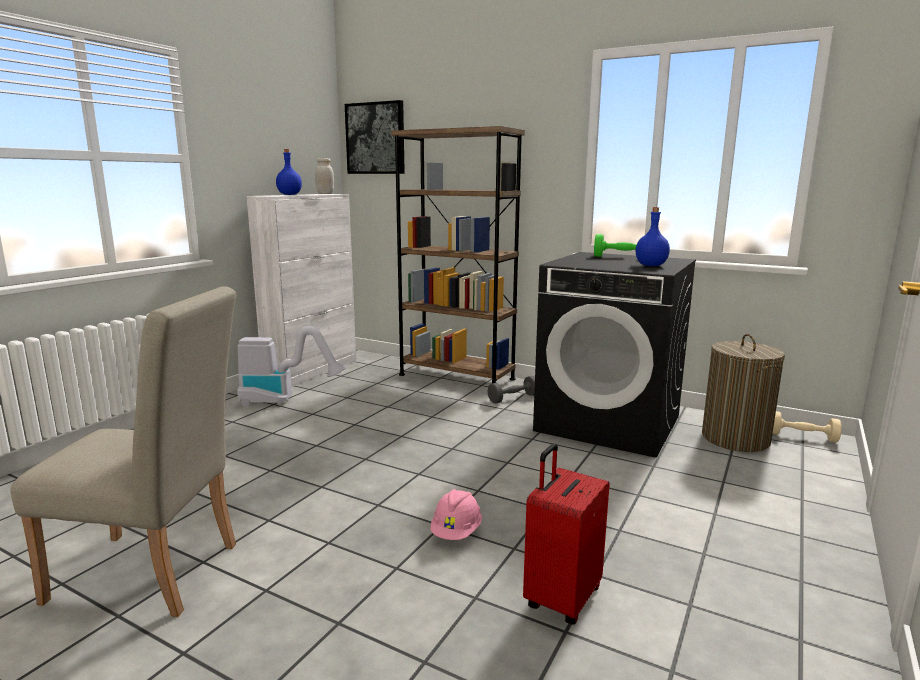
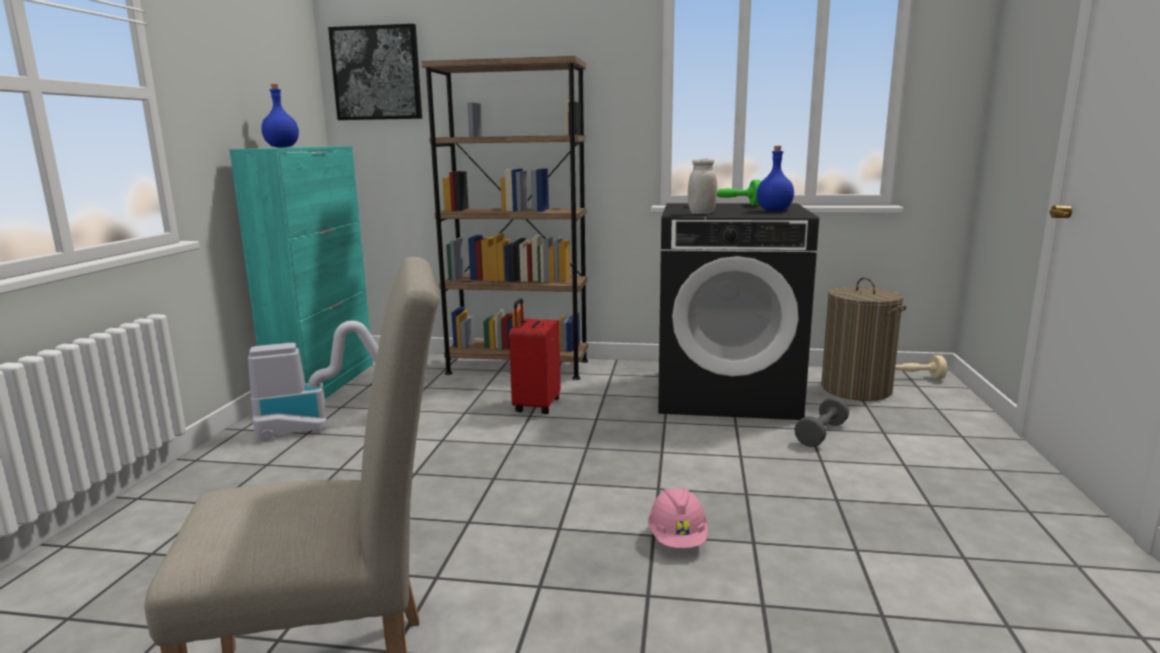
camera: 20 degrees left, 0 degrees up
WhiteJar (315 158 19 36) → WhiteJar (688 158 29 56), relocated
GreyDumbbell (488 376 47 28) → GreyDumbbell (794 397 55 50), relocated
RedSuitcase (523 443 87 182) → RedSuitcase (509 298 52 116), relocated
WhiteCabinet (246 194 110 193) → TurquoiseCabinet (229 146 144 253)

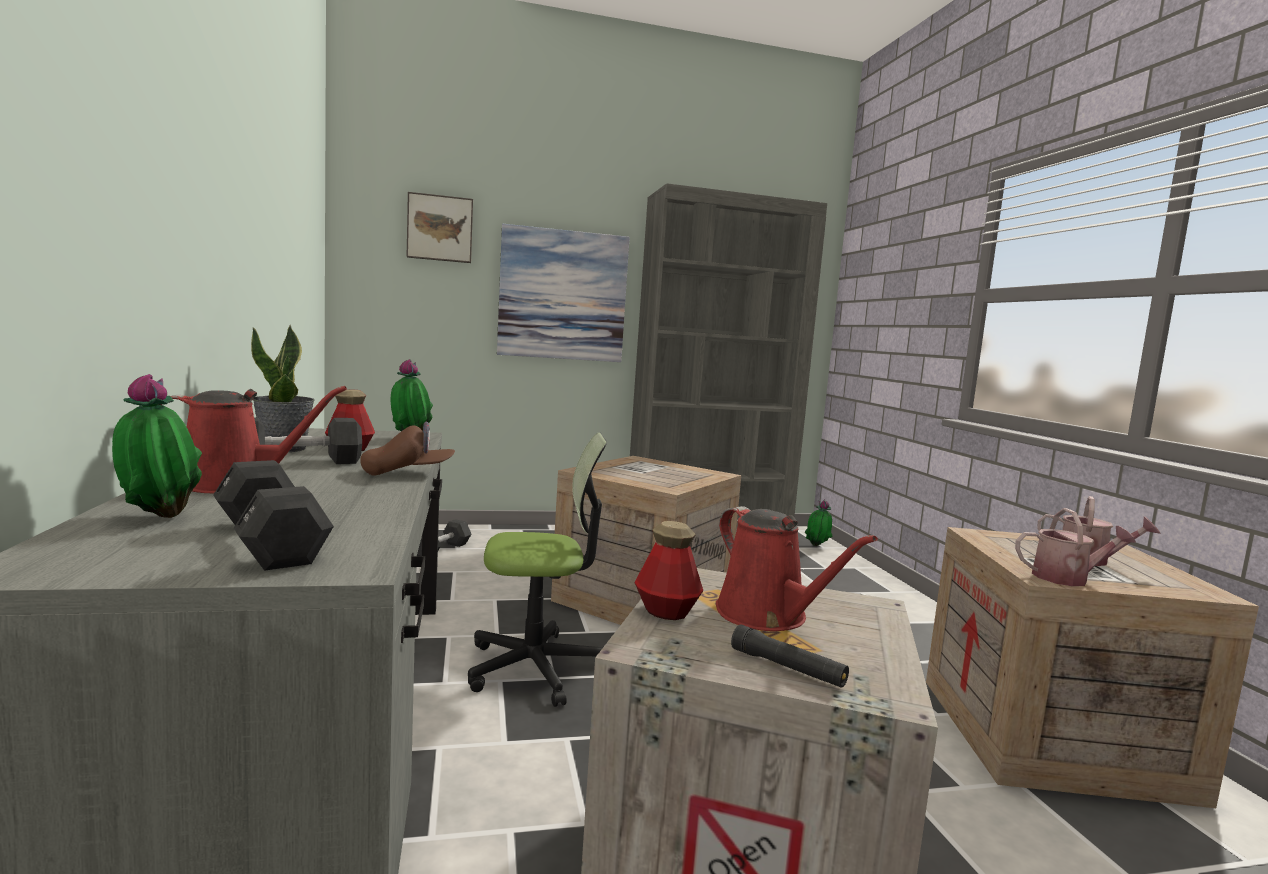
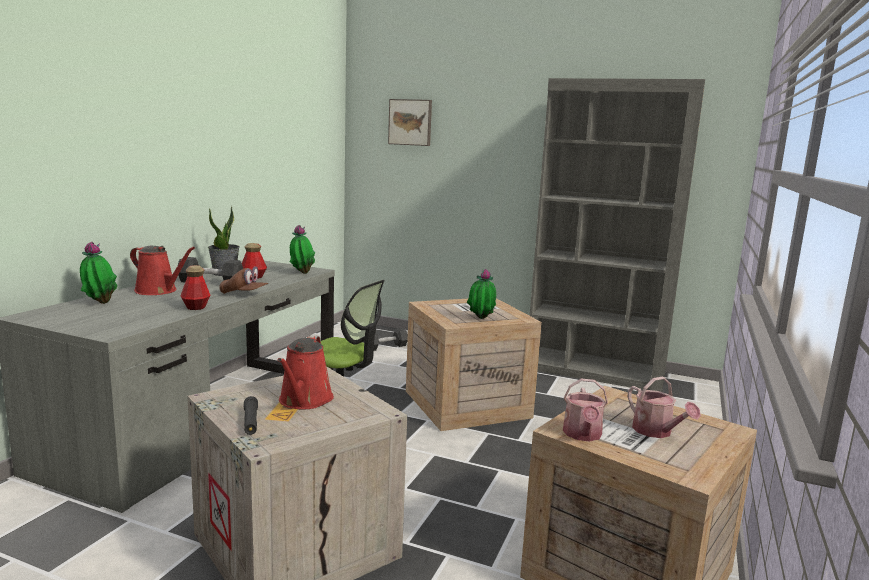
camera: 35 degrees right, 5 degrees up
BlackDumbbell (213 460 121 111) → -
Picture (497 224 133 138) → -
Bottle (634 521 69 99) → Bottle (180 265 30 45), relocated
PottedPlant (805 500 28 46) → PottedPlant (467 269 29 50), relocated
WateringCan (1015 508 121 78) → WateringCan (563 379 45 62), 60 degrees clockwise

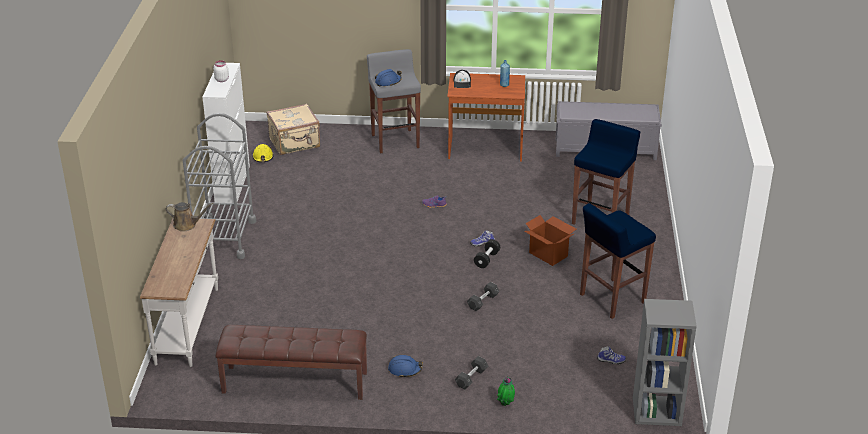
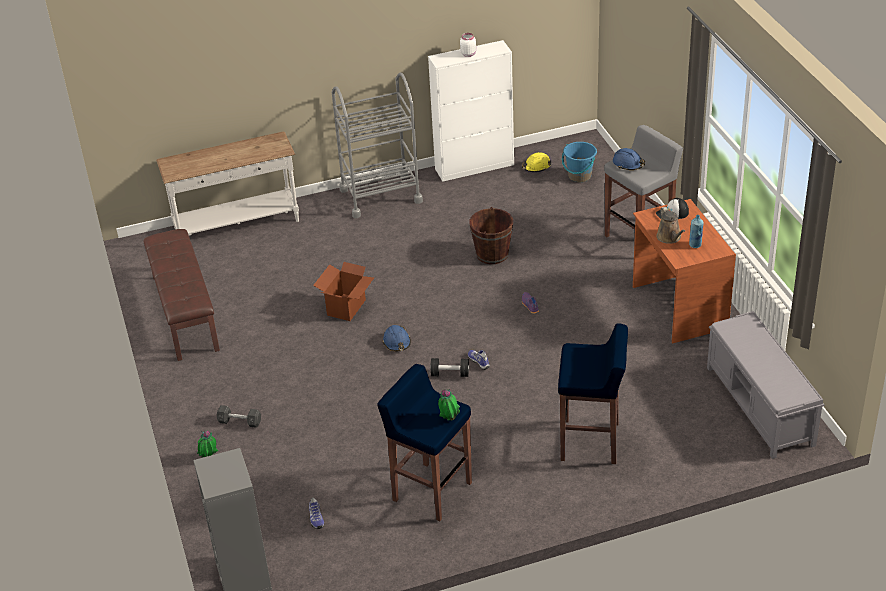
camera: 70 degrees right, 5 degrees up
GreyDumbbell (467 282 33 29) → -
- → PottedPlant (438 389 22 32)
- → BrownBucket (469 207 44 57)
BrownWateringCan (165 202 48 30) → BrownWateringCan (656 207 29 37), relocated
BlueHardHat (388 355 35 23) → BlueHardHat (383 325 28 26), relocated
CardboardBox (524 215 52 51) → CardboardBox (313 262 61 59), relocated
BeigeSuitcase (266 103 54 52) → BlueBucket (562 142 35 40)

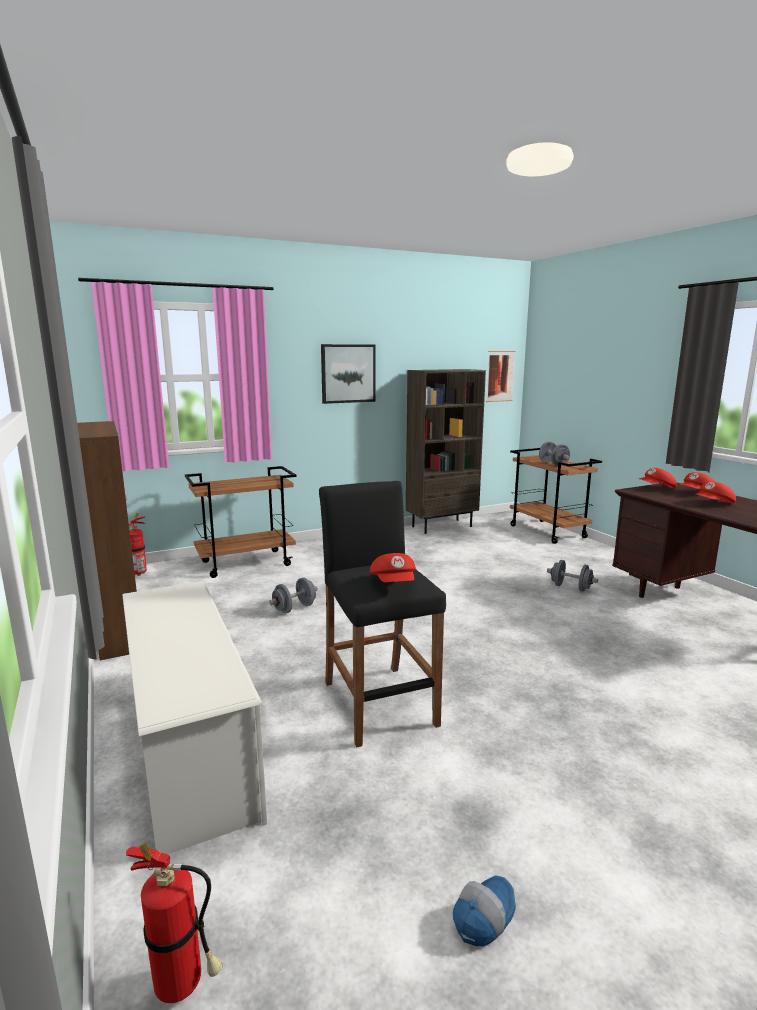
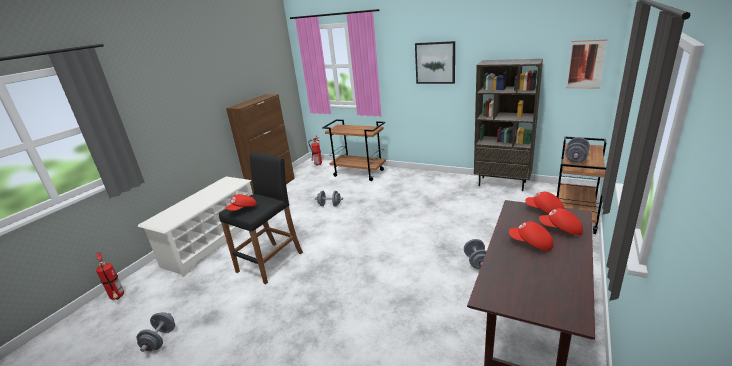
camera: 55 degrees right, 10 degrees up
Cap (453 875 63 71) → GreyDumbbell (137 312 38 40)

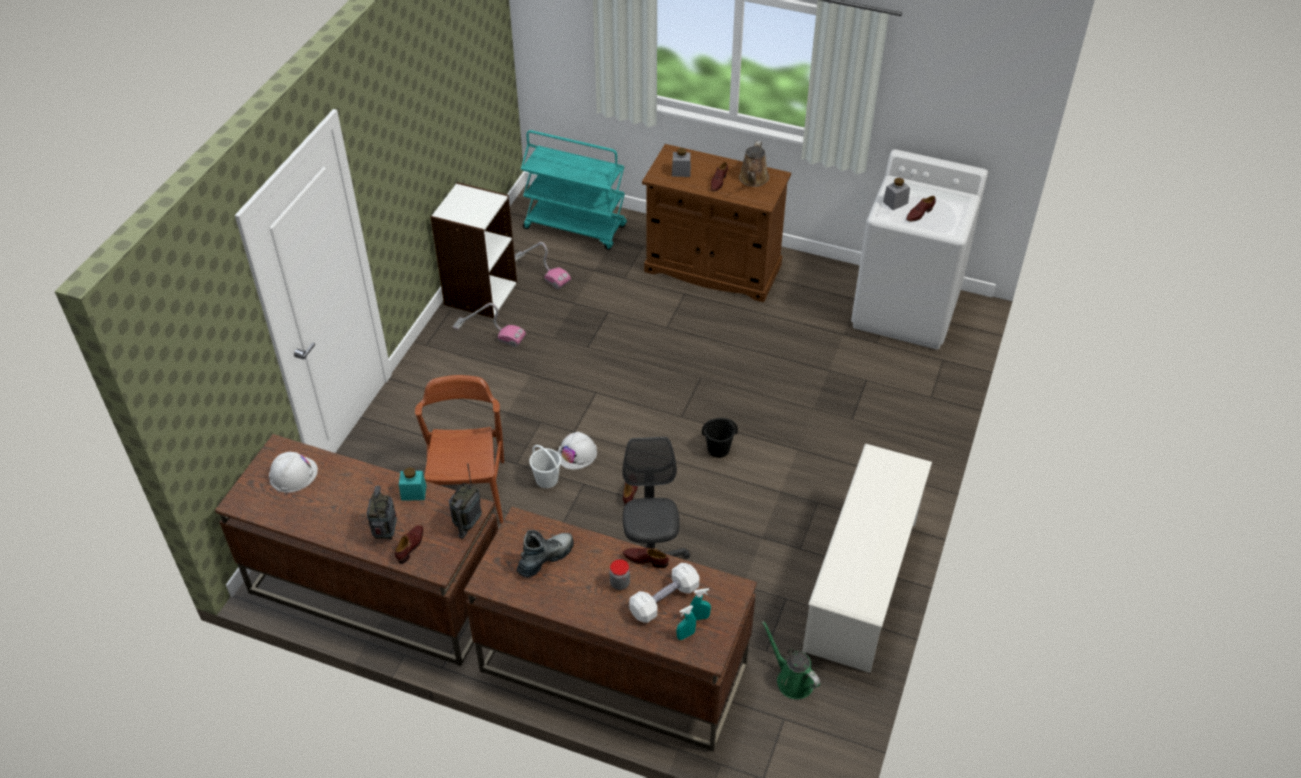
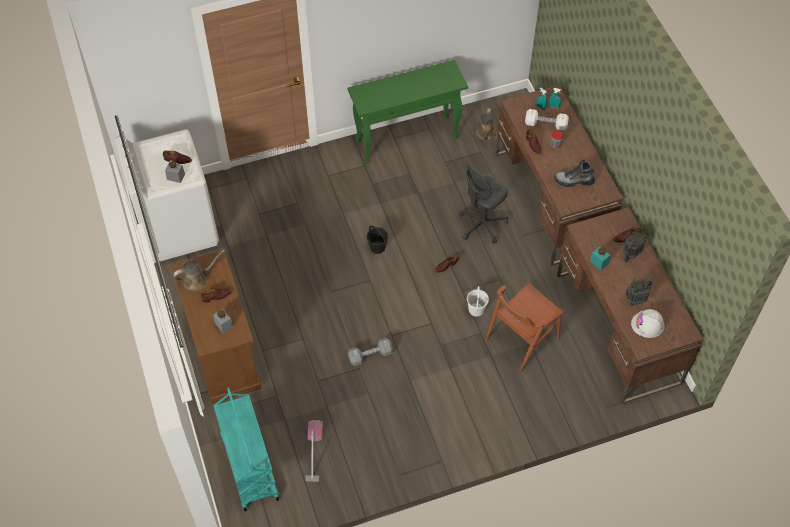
camera: 130 degrees left, 10 degrees up
WhiteBookcase (430 182 87 136) → -
VacuumCleaner (453 303 73 44) → -
WhiteHardHat (558 432 39 38) → -
- → GreyDumbbell (348 338 45 28)
Radio (449 463 33 76) → Radio (626 277 28 28), relocated
WhiteShoeRack (802 444 130 229) → GreenConsoleTable (348 60 120 104)
GreenWateringCan (762 621 58 78) → BrownWateringCan (476 109 21 32)

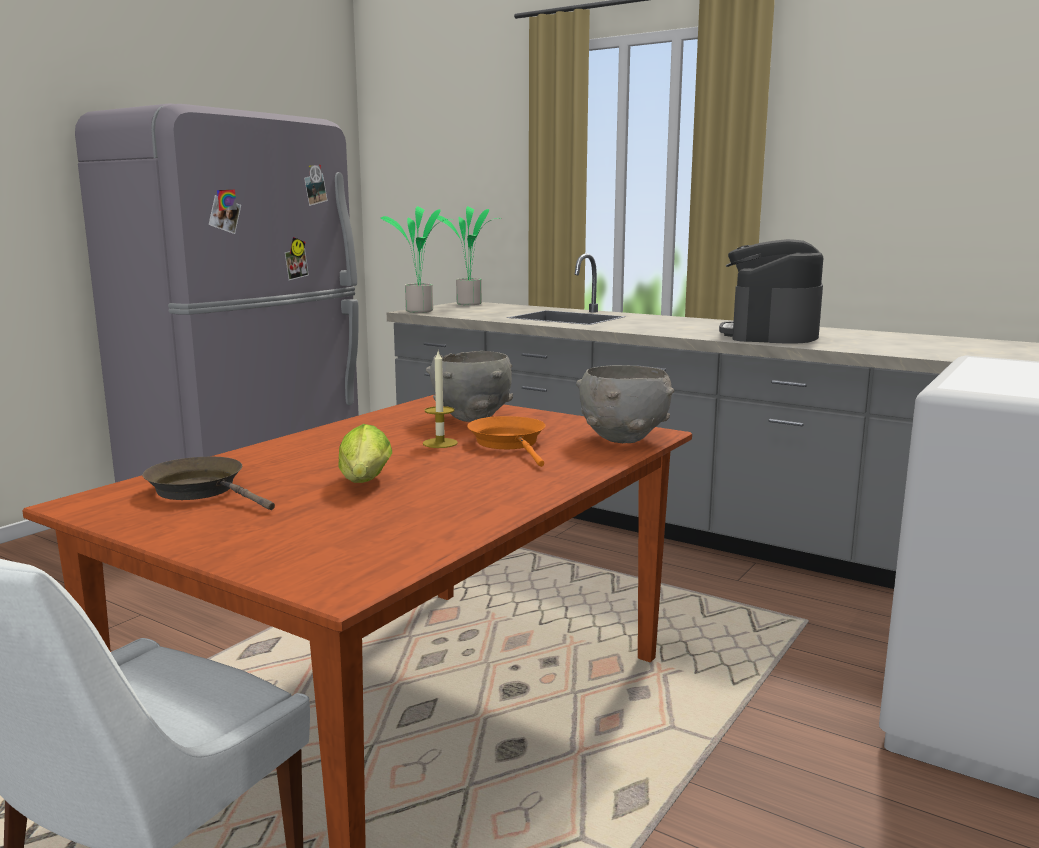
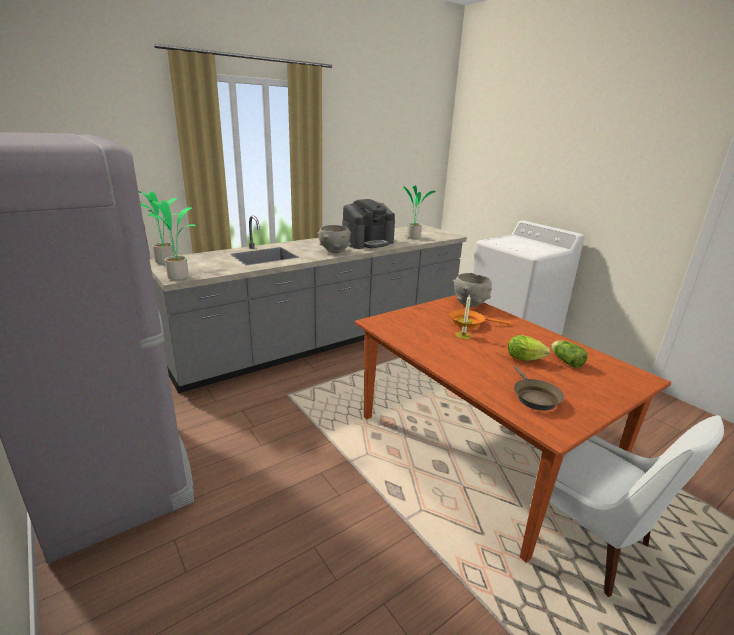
camera: 70 degrees left, 10 degrees up
- → PottedPlant (401 186 35 53)
- → Lettuce (551 341 37 27)
GreyBowl (426 351 87 71) → GreyBowl (317 225 34 28), relocated
BrownFryingPan (143 457 132 53) → BrownFryingPan (514 366 50 45), 60 degrees counterclockwise
CoffeeMachine (719 239 104 105) → CoffeeMachine (342 199 53 50), 75 degrees counterclockwise

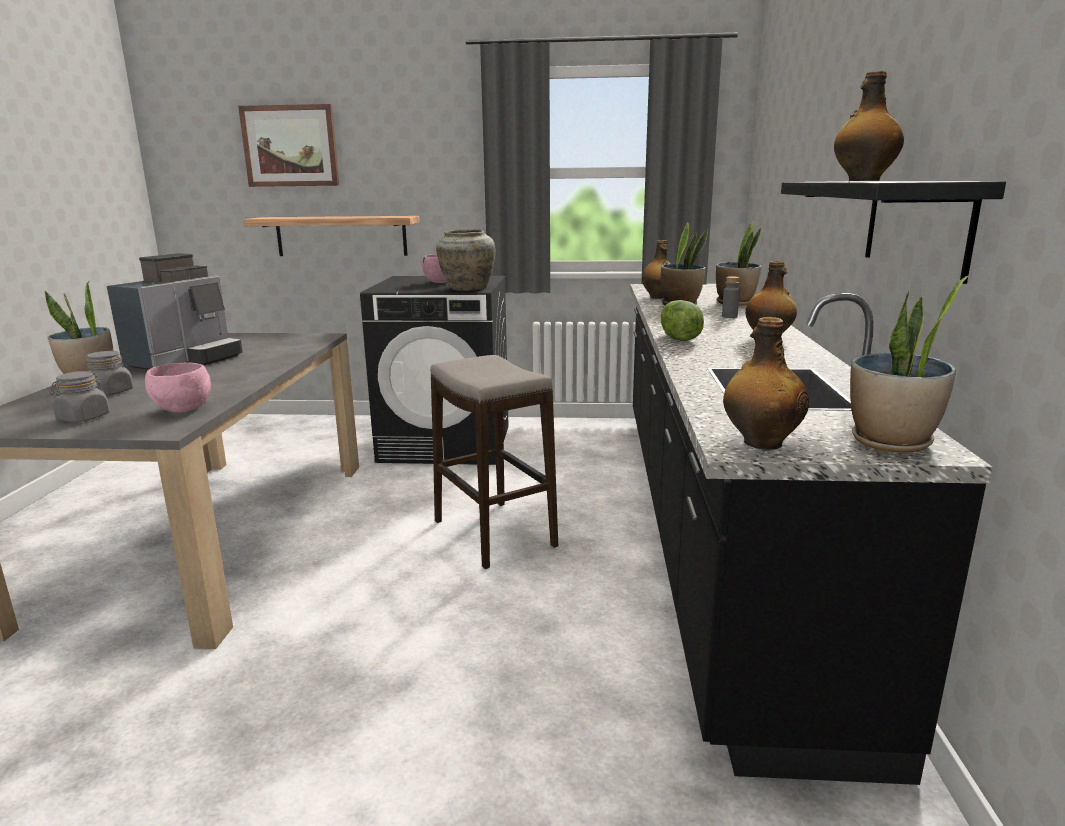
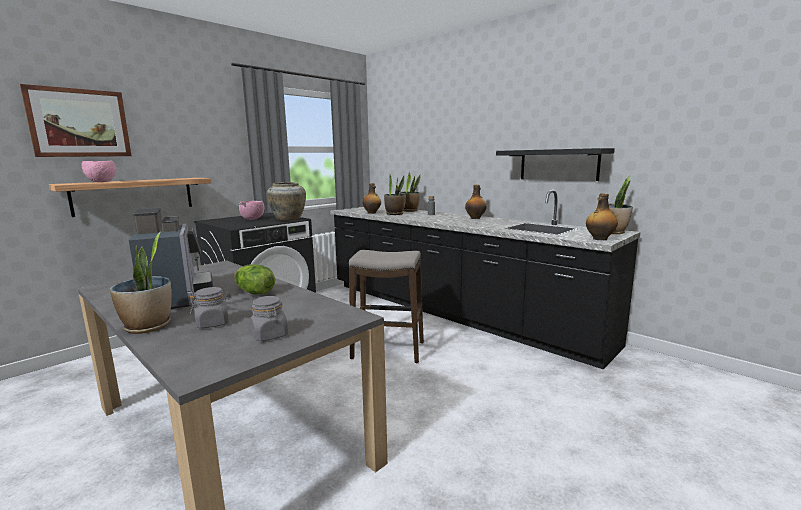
camera: 50 degrees left, 5 degrees down
Bottle (834 71 70 110) → -
PinkBowl (145 362 66 51) → PinkBowl (82 161 35 21), relocated
Lettuce (661 300 43 41) → Lettuce (234 265 41 29), relocated

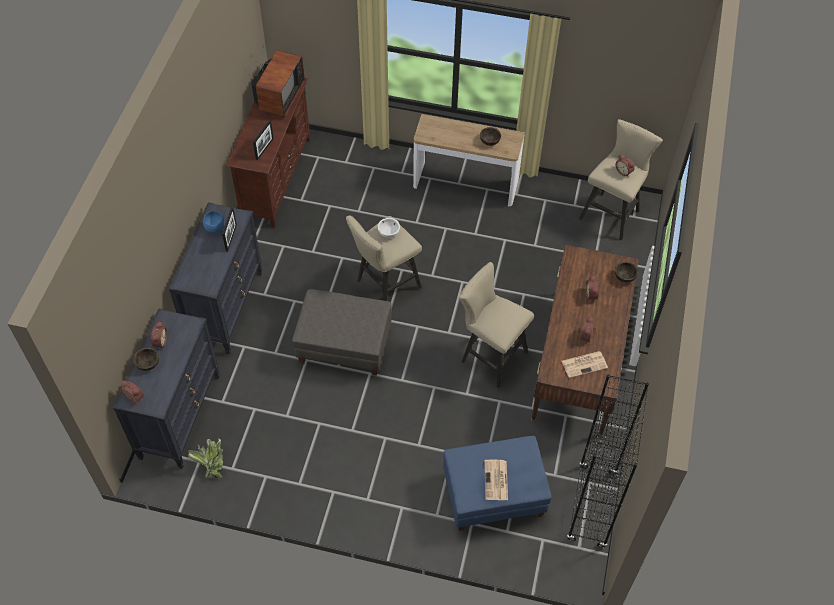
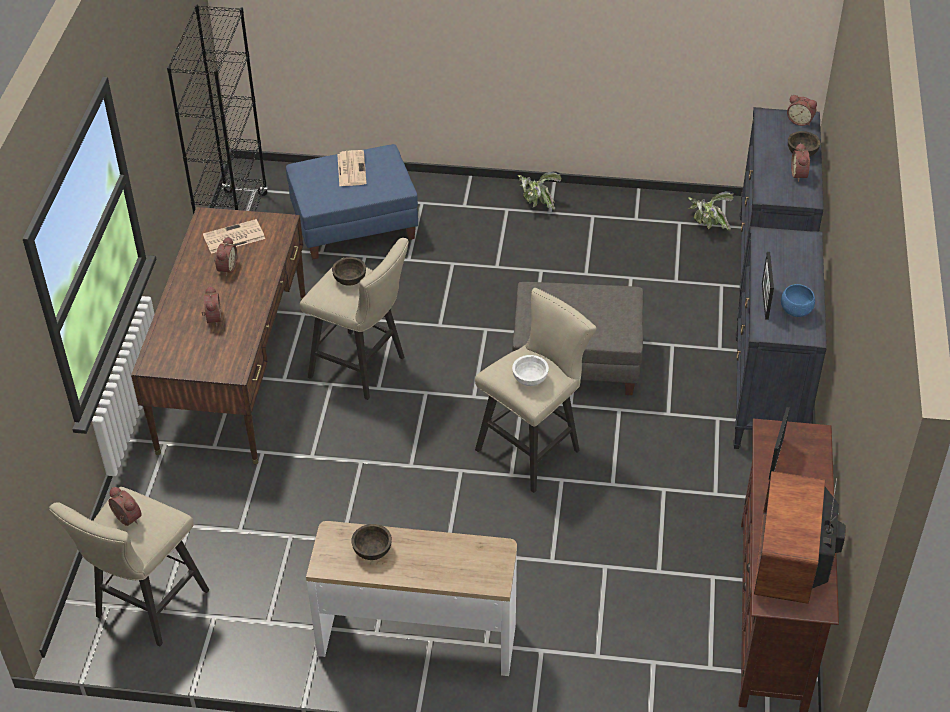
camera: 175 degrees right, 10 degrees down
- → PottedPlant (518 171 43 39)
BrownBowl (615 262 23 21) → BrownBowl (332 257 34 29), relocated

